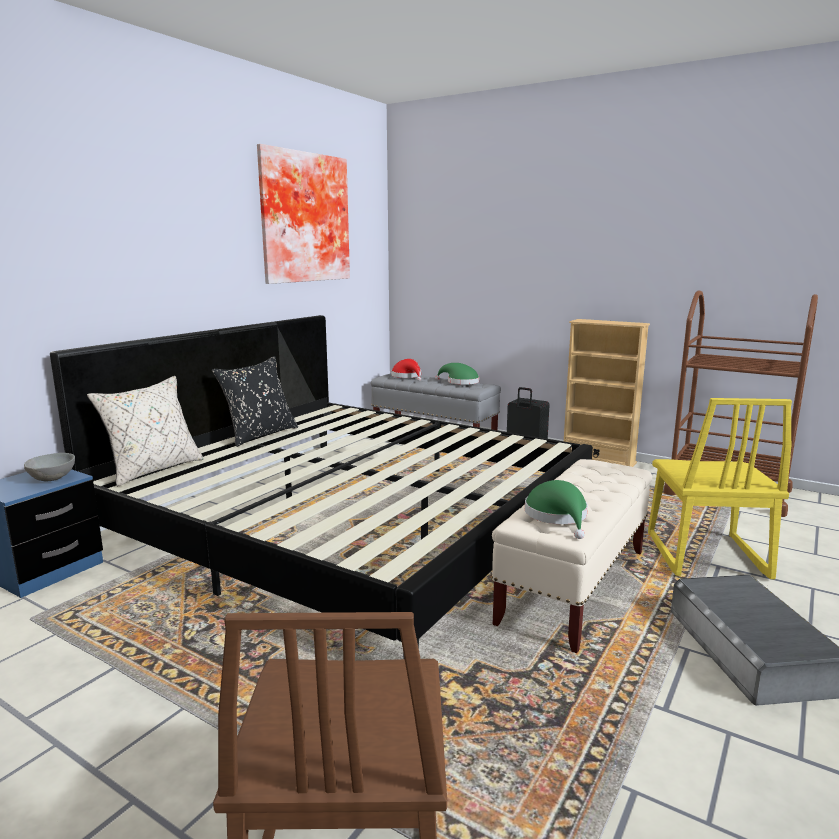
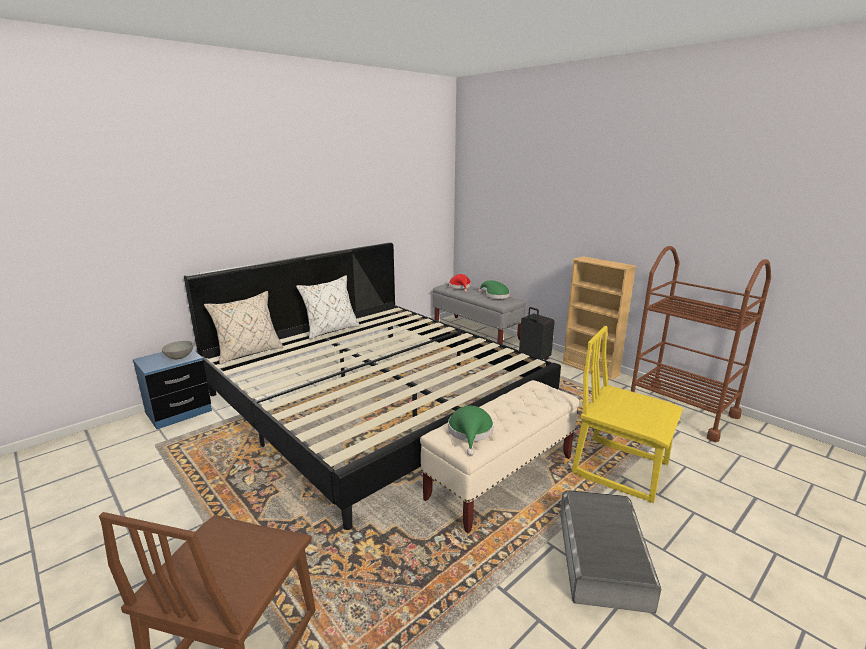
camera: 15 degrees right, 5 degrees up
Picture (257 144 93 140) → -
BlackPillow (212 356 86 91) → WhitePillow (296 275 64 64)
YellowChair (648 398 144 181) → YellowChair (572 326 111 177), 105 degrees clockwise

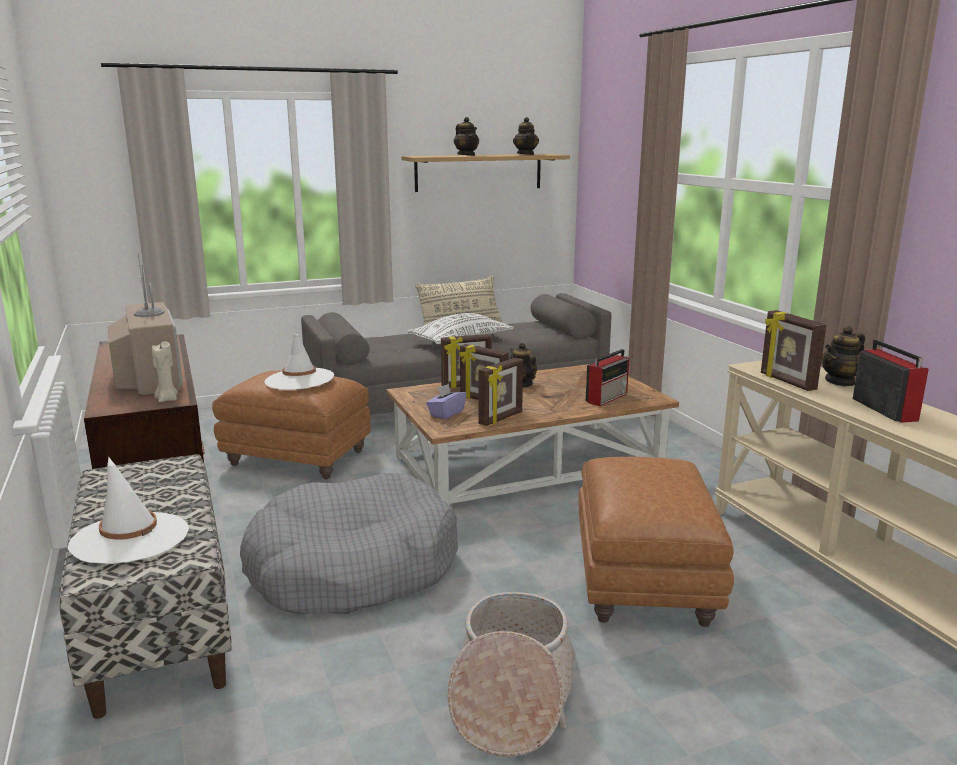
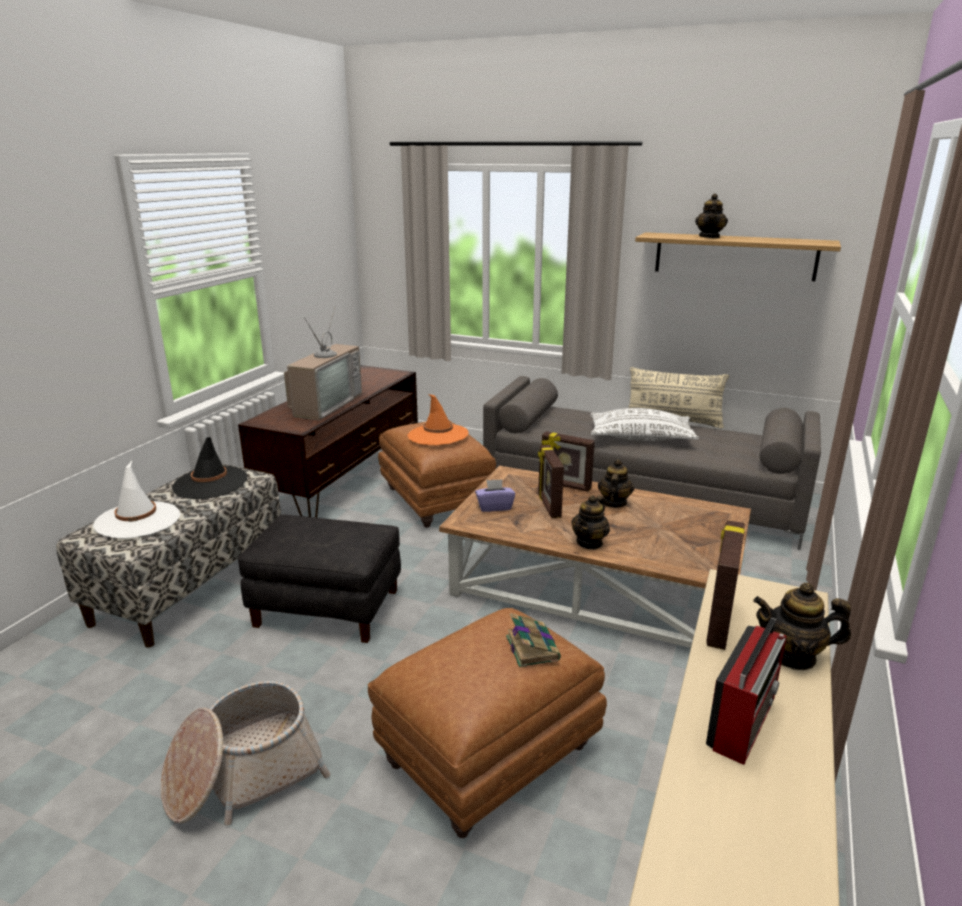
camera: 45 degrees right, 5 degrees up
BeigeCandle (152 341 26 61) → -
PictureFrame (479 357 44 69) → -
Radio (586 349 43 57) → -
- → BlackHat (172 437 75 62)
- → Book (506 613 55 54)
Teapot (513 117 26 38) → Teapot (571 495 39 55), relocated
GreyDogBed (240 473 218 141) → BlackOttoman (238 515 163 128)
WhiteHat (265 333 69 57) → OrangeHat (408 394 61 51)

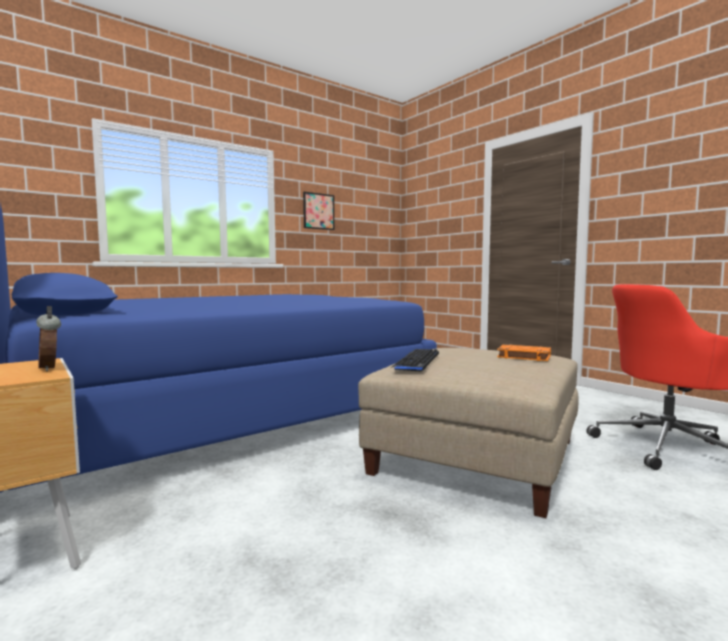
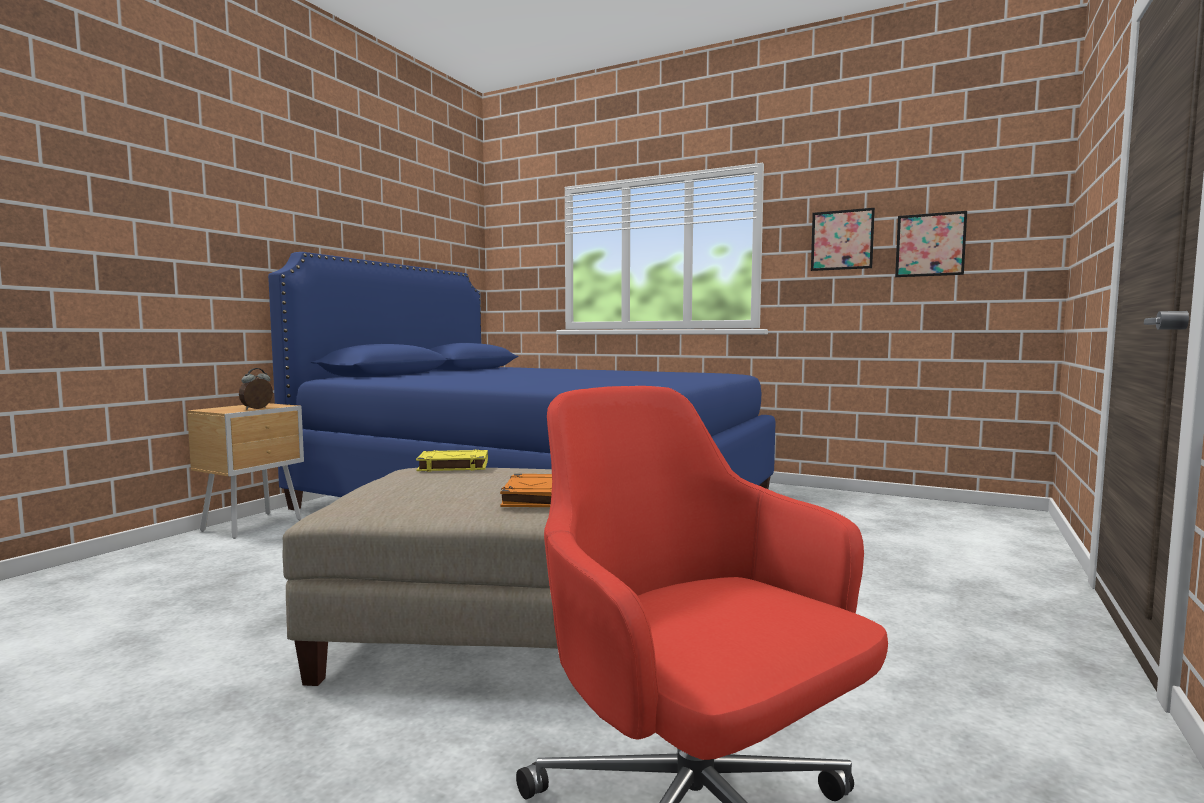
camera: 65 degrees right, 0 degrees up
- → Picture (895 211 72 66)
Keyboard (391 349 48 23) → YellowBook (416 449 72 23)

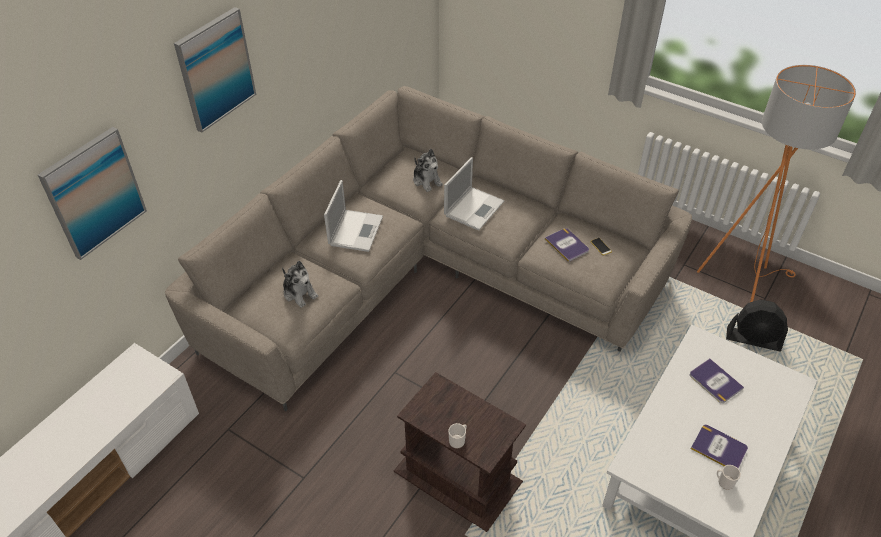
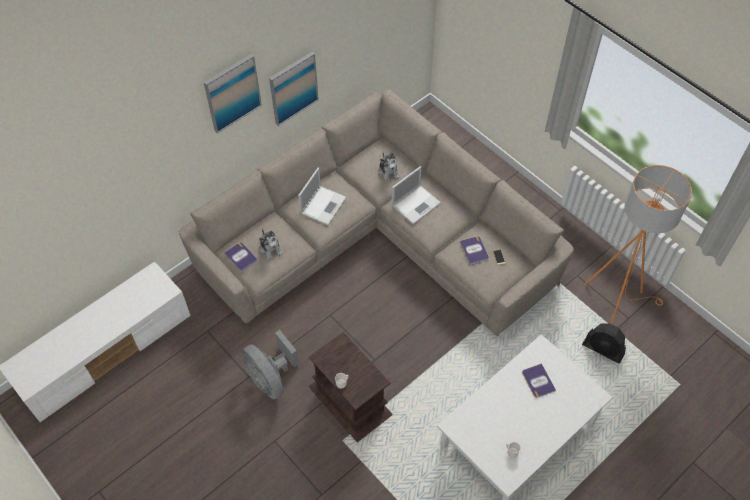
camera: 15 degrees right, 10 degrees up
- → GreyFan (242 330 57 70)
Picture (38 127 109 133) → Picture (269 52 50 74), relocated
Book (691 425 57 43) → Book (224 242 33 30), relocated

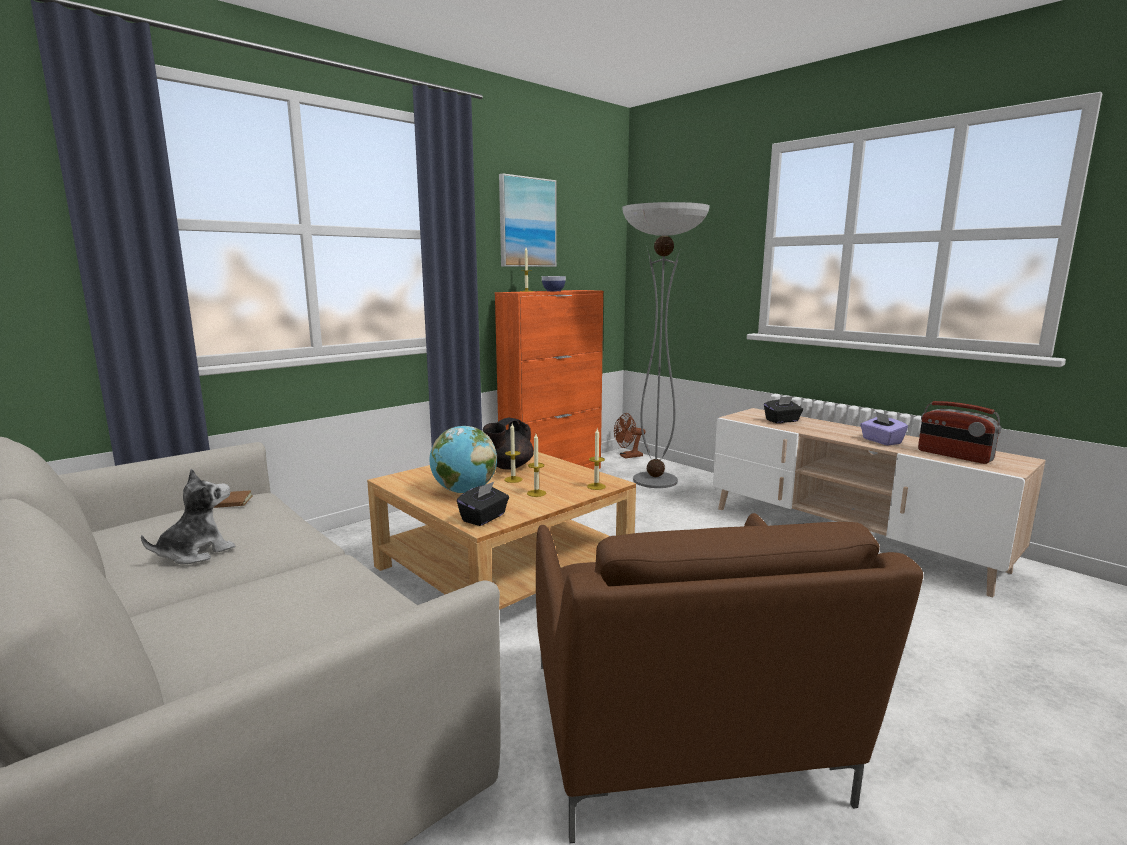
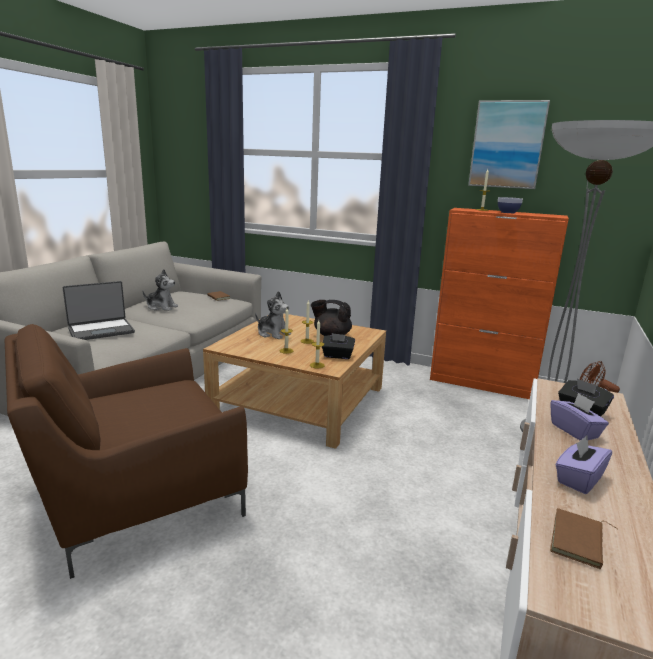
camera: 65 degrees right, 5 degrees up
- → Laptop (63 281 72 59)
- → PurpleTissueBox (550 393 59 47)
BlackTissueBox (457 482 52 44) → BlackTissueBox (322 333 33 26), relocated
Globe (429 426 68 67) → PlushToy (255 291 36 48)
Radio (918 401 83 63) → BrownBook (550 508 67 61)

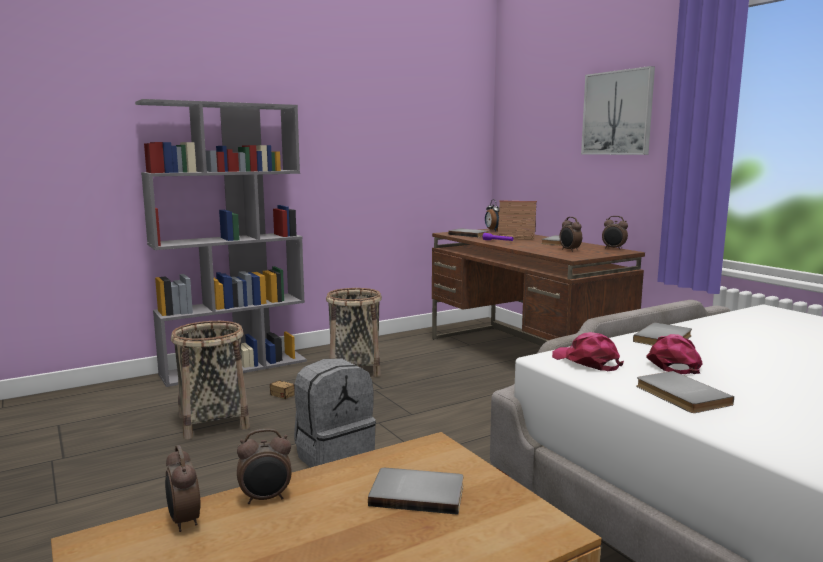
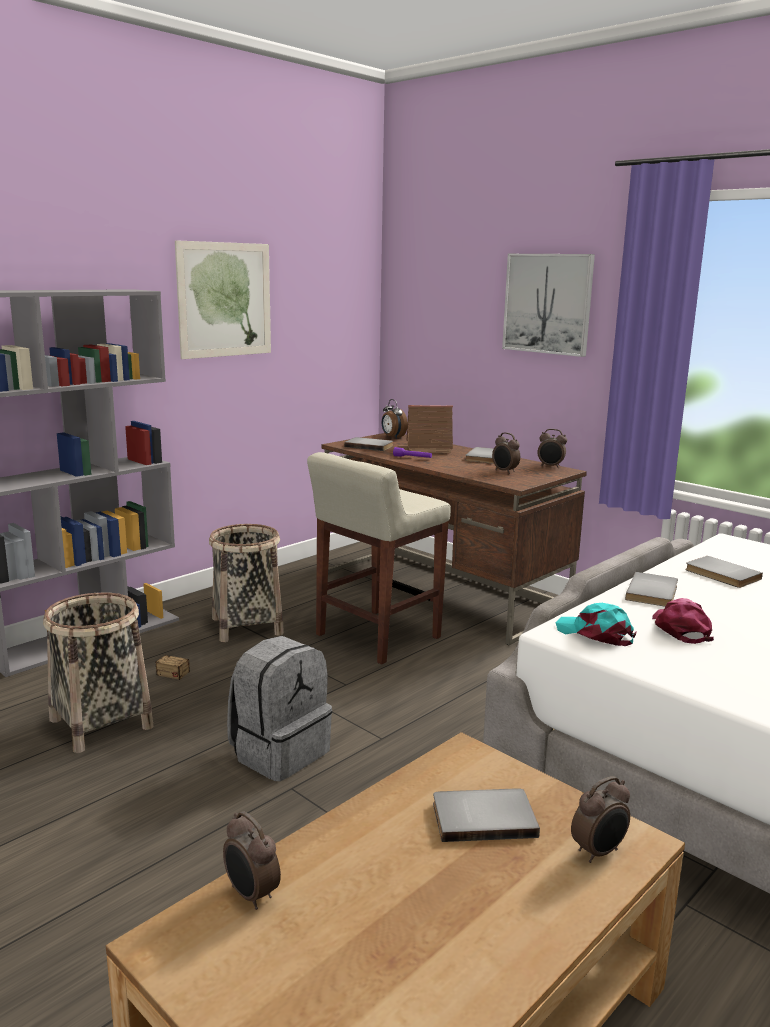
camera: 15 degrees left, 5 degrees up
- → Picture (175 240 96 119)
- → BeigeStool (307 452 144 213)
AlarmClock (237 429 54 75) → AlarmClock (571 776 59 87), relocated
GreyBook (636 371 98 42) → GreyBook (685 556 78 32), relocated
PinkCap (552 332 72 39) → TurquoiseCap (556 603 80 43)

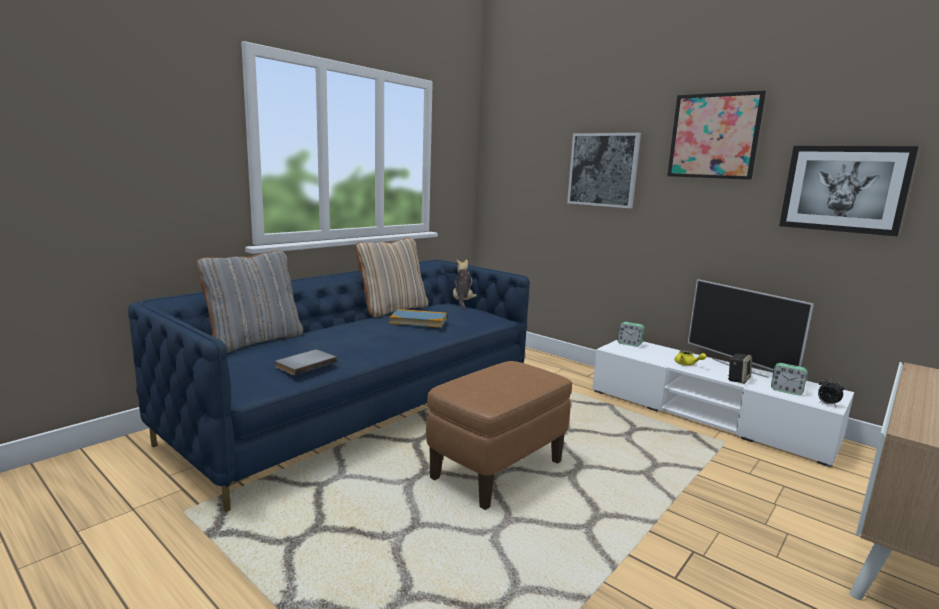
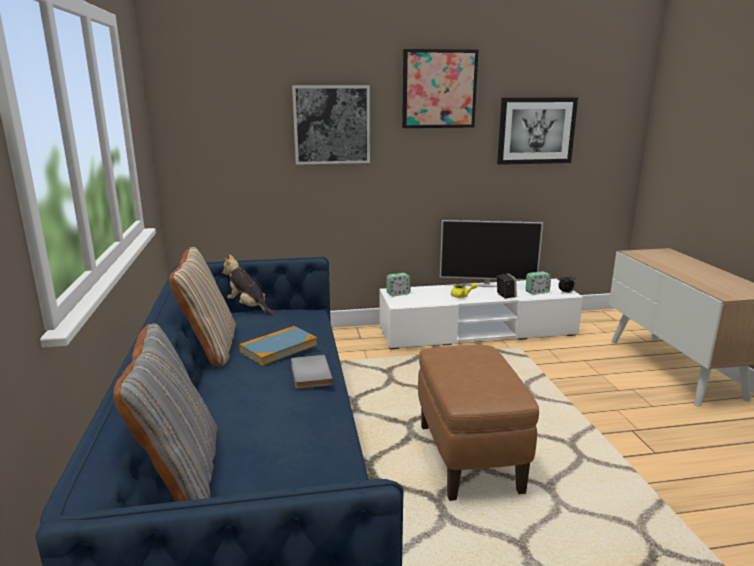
camera: 50 degrees left, 5 degrees up
GreyBook (275 349 62 26) → GreyBook (291 355 42 34), relocated

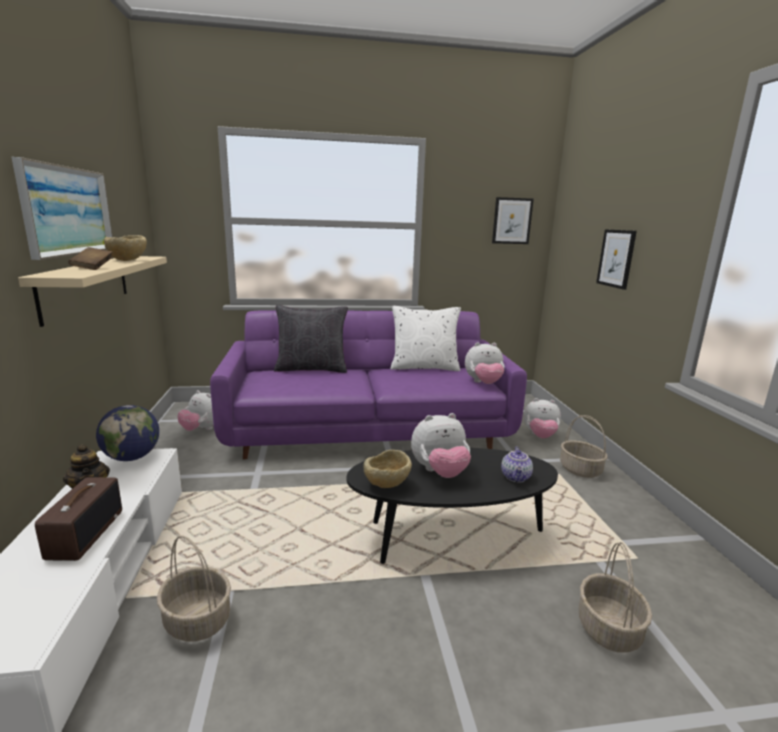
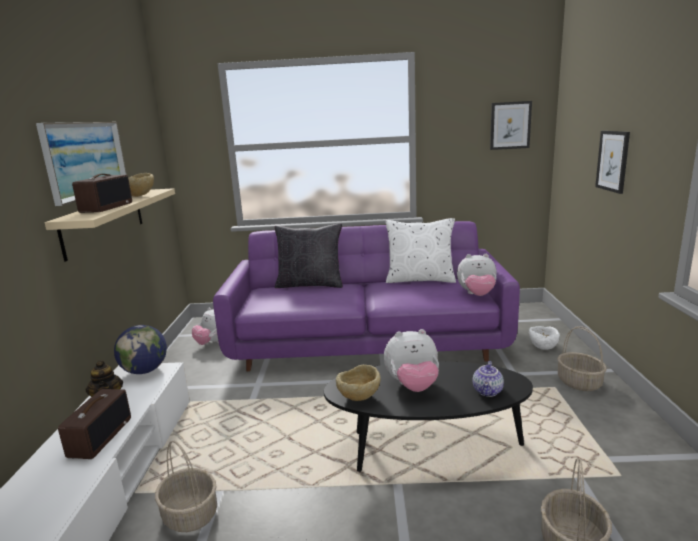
camera: 10 degrees right, 0 degrees up
BrownBook (69 247 43 23) → Radio (72 174 60 39)
PlushToy (524 398 37 40) → WhiteBowl (529 326 31 24)

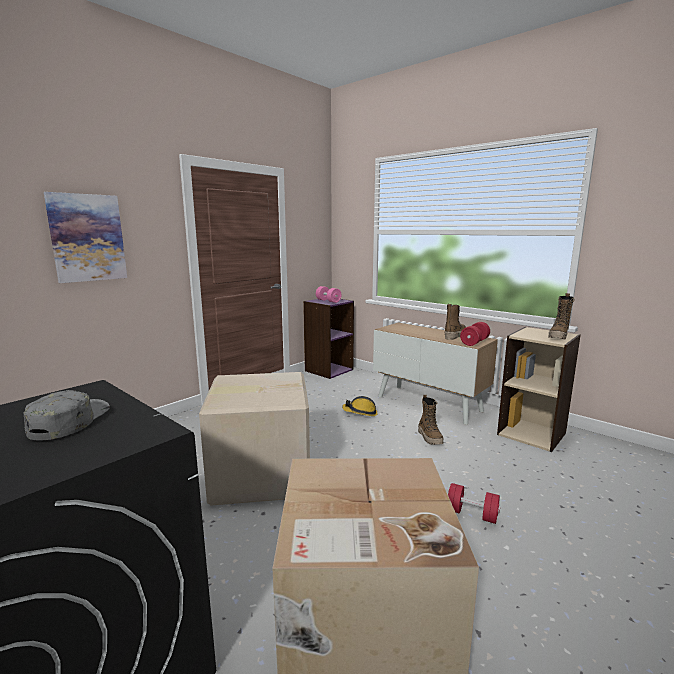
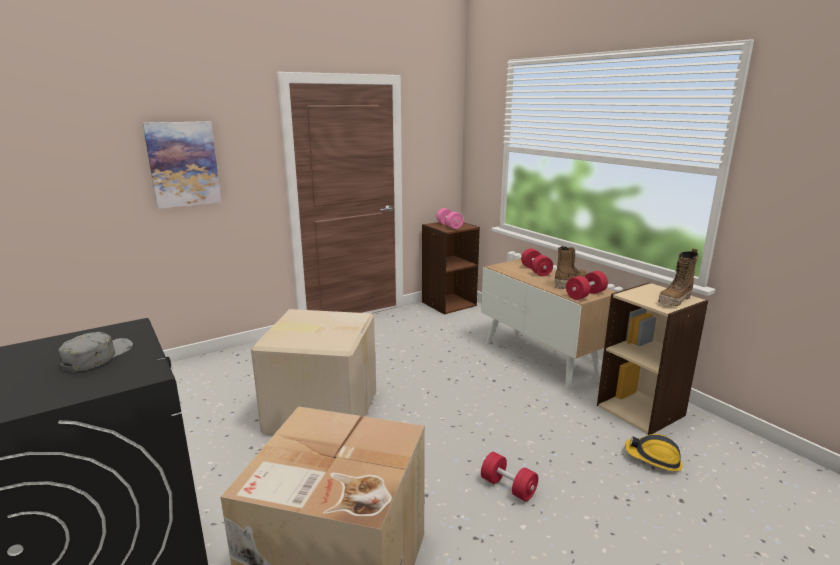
camera: 15 degrees right, 5 degrees up
Boot (418 395 25 50) → -
- → RedDumbbell (521 248 32 28)
HardHat (342 396 36 20) → HardHat (625 434 57 37), relocated
PurpleBookcase (303 299 51 80) → BrownBookcase (422 222 58 93)

